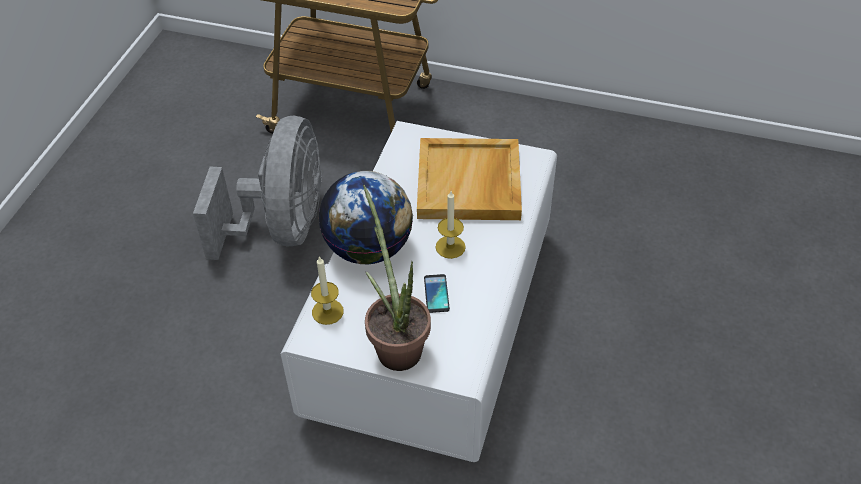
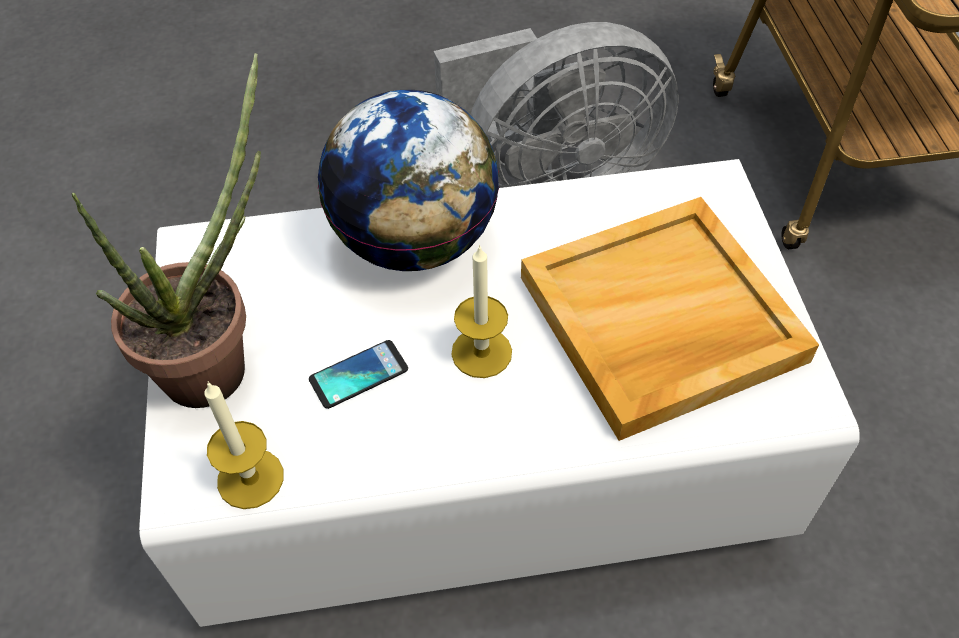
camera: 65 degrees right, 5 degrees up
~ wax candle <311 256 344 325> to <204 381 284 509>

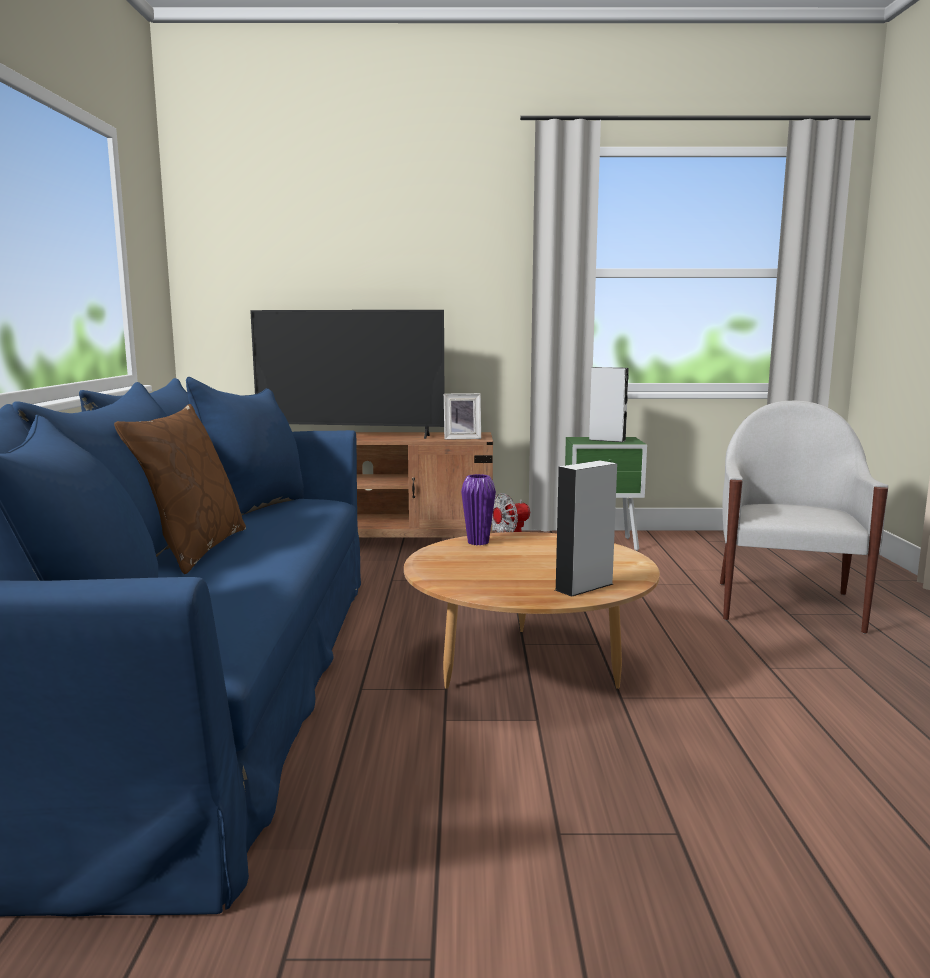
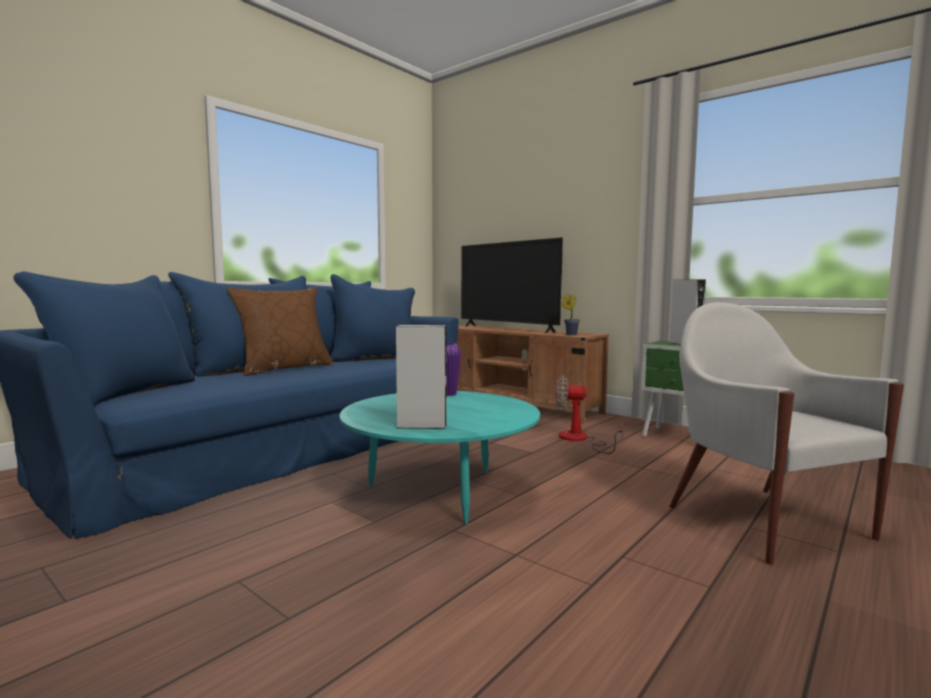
camera: 40 degrees right, 5 degrees down
~ brown-coloured coffee table <404 532 660 689> to blue-green coffee table <339 391 540 525>
~ standing frame <444 393 481 440> to plant in a pot <561 293 580 335>
~ white armchair <720 401 888 634> = <669 302 904 565> 75 degrees counterclockwise

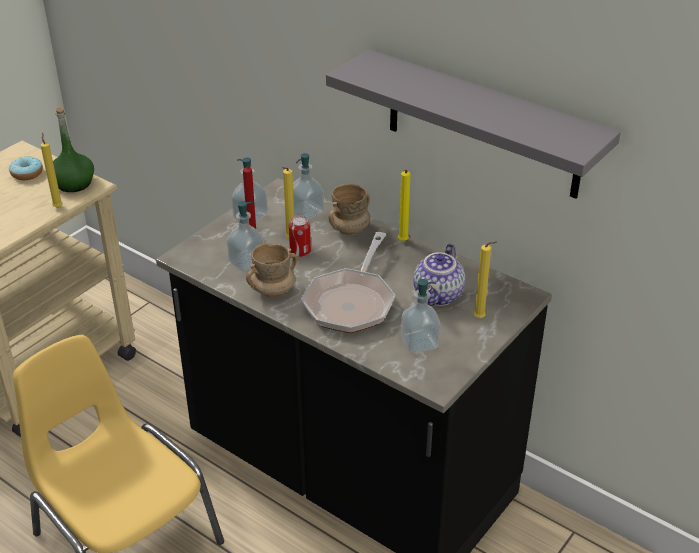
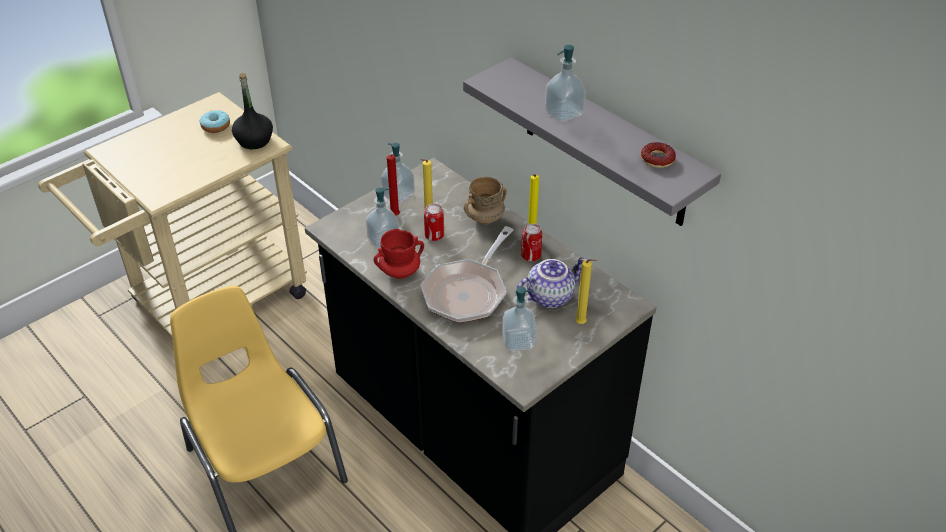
camera: 10 degrees right, 5 degrees up
~ green drink bottle <53 107 94 192> to blackish drink bottle <232 73 273 149>
~ beige coffee mug <246 243 297 298> to red-coloured coffee mug <374 229 424 279>
~ tea pot <413 244 465 306> = <515 258 587 308> 150 degrees counterclockwise
+ metal can <521 223 542 261>
~ soap dispenser <293 153 324 220> to <545 45 586 122>
+ ring doughnut <641 142 676 168>
- yellow wax candle <40 133 63 208>

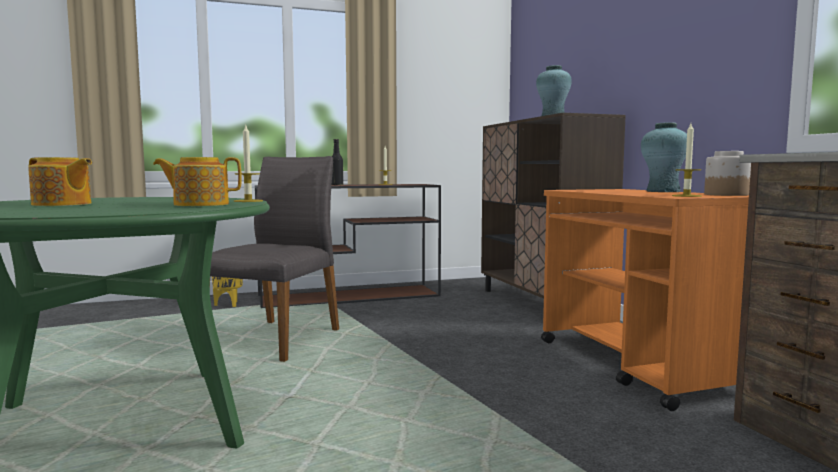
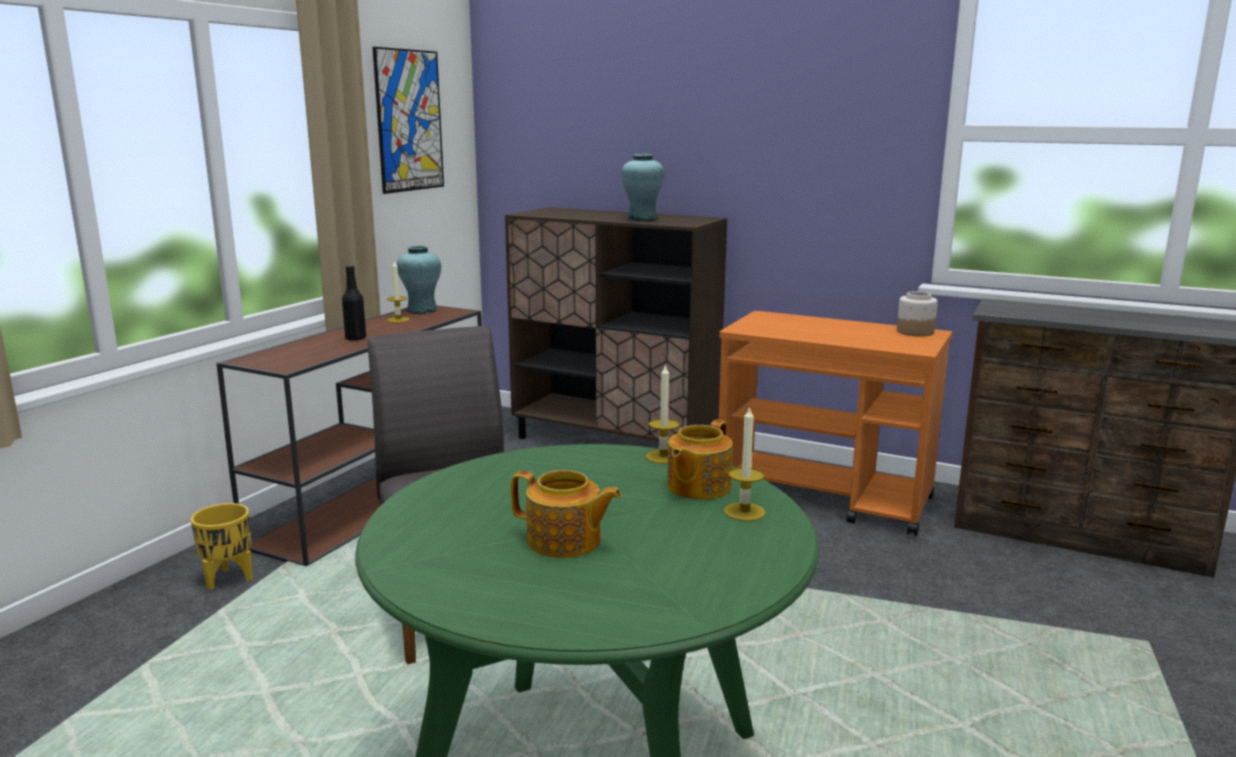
camera: 45 degrees left, 10 degrees up
+ wall picture <373 47 444 194>
~ blue-green vase <641 122 687 192> to <397 246 441 314>
~ tea pot <28 157 92 206> = <511 470 622 558> 45 degrees clockwise
~ wax candle <672 124 702 197> to <724 405 766 521>

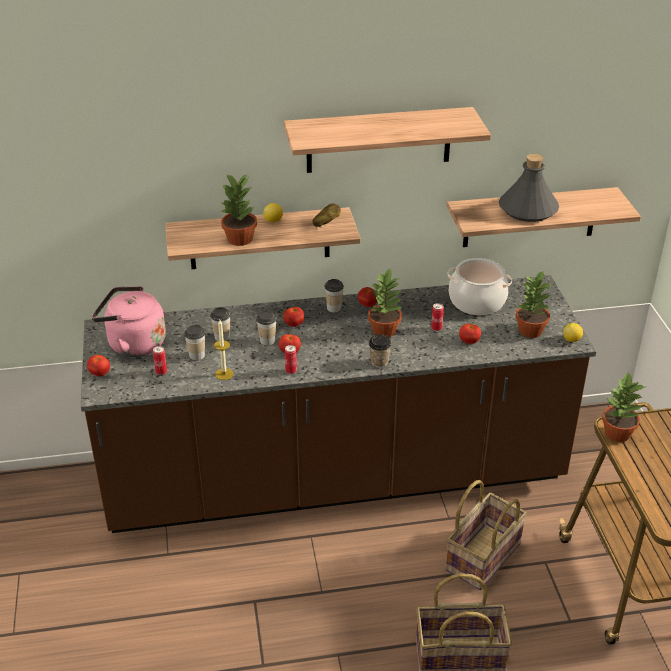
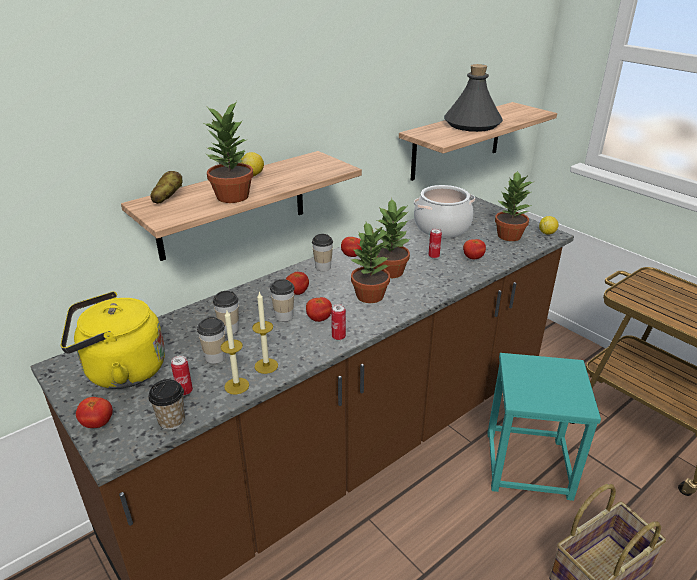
camera: 30 degrees left, 5 degrees down
~ pink tea kettle <92 286 166 357> to yellow tea kettle <61 291 165 389>
~ drinking cup <369 334 392 368> to <148 379 185 430>
~ potato <313 204 341 227> to <151 171 182 204>
+ wax candle <221 311 249 395>
~ plant in a pot <602 371 645 442> to <350 222 390 303>
~ storage basket <445 480 527 590> to blue-green stool <488 353 601 501>
- bracket shelf <284 107 491 173>

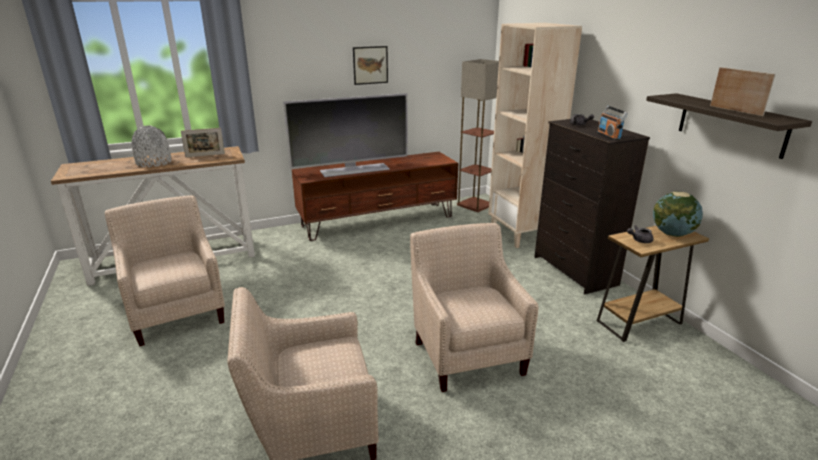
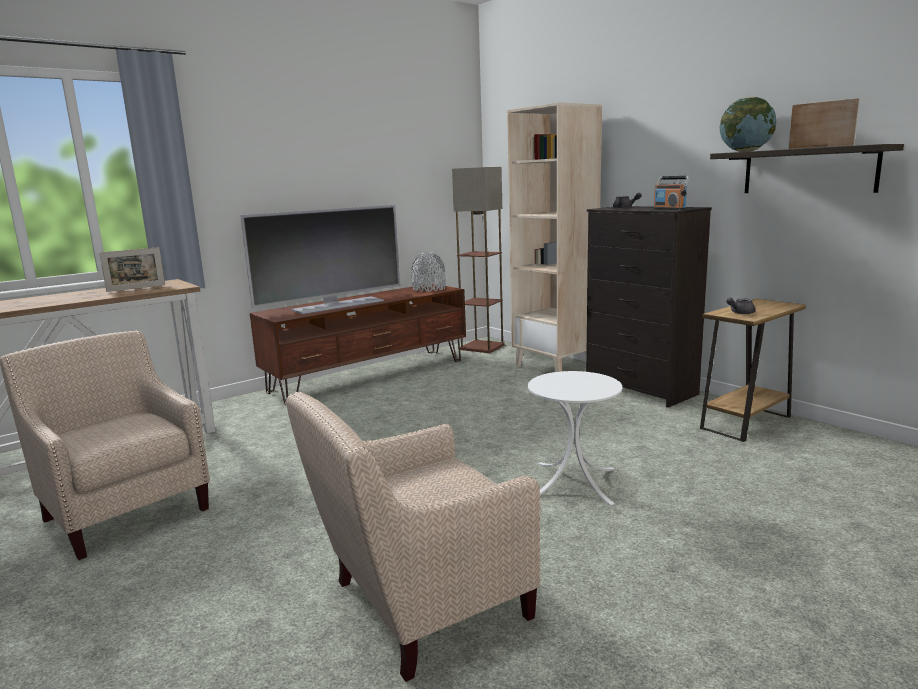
camera: 15 degrees left, 10 degrees down
~ grey vase <131 126 171 167> to <412 252 445 292>
~ beige armchair <410 223 538 392> to white side table <528 371 622 505>
~ world globe <653 192 703 237> to <720 97 776 152>
- wall picture <353 46 388 85>

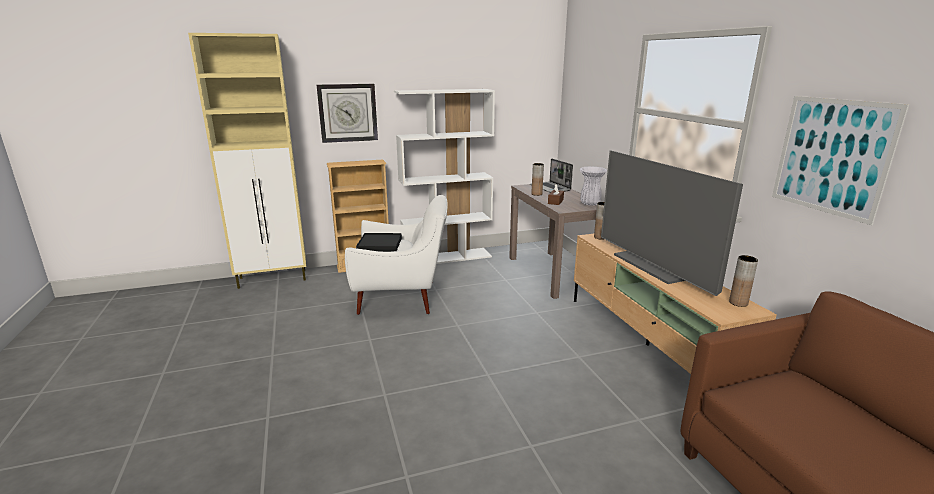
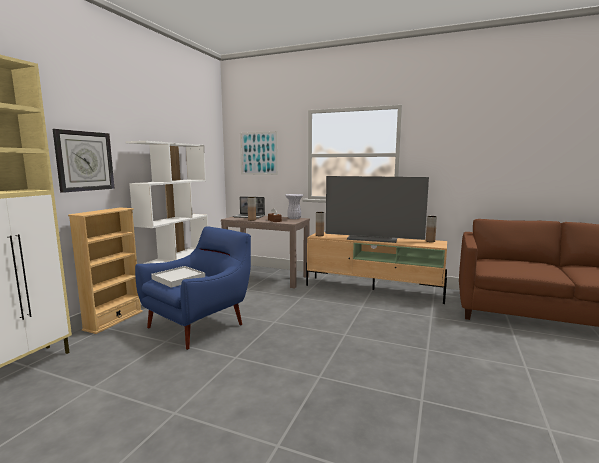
camera: 50 degrees left, 10 degrees down
~ white armchair <345 195 448 315> to blue-coloured armchair <135 226 251 350>
~ blackish serving tray <356 233 402 252> to white serving tray <151 266 205 288>
~ wall picture <772 96 909 225> to <240 131 278 175>

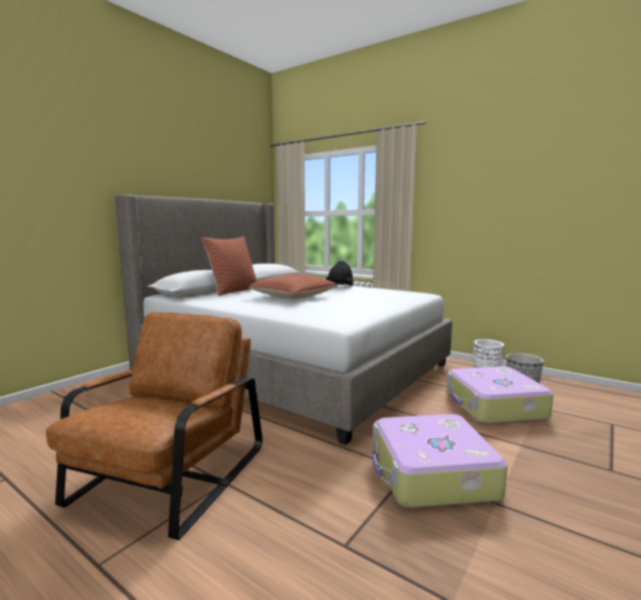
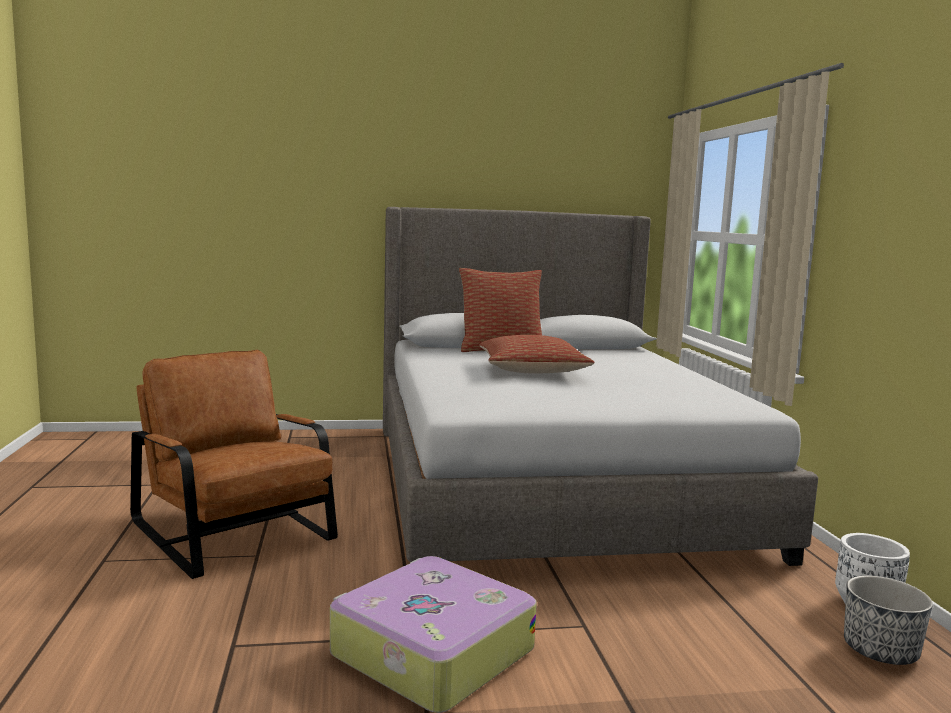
camera: 45 degrees right, 0 degrees up
~ brown-coloured armchair <46 312 262 540> = <130 350 338 579> 105 degrees counterclockwise
- blackish hat <326 260 353 286>
- travel case <447 366 554 424>

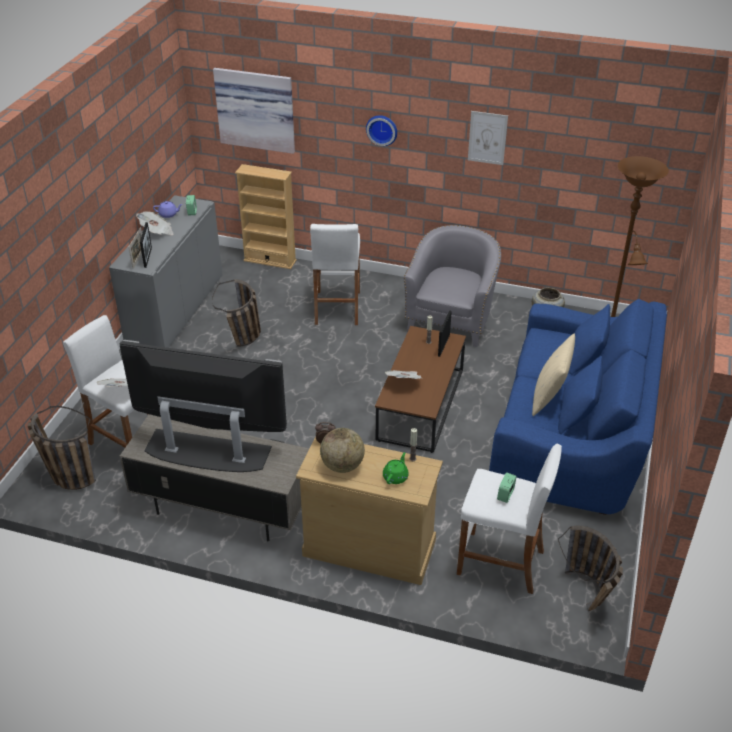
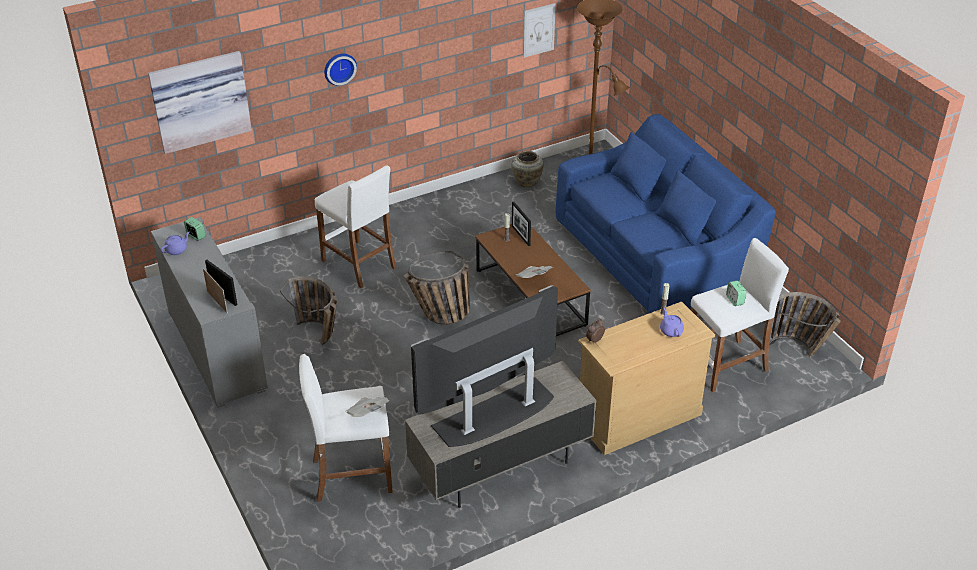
camera: 45 degrees left, 0 degrees up
~ storage basket <27 406 96 490> to <404 251 470 325>
~ wall picture <468 111 508 165> to <523 3 556 58>
~ green tea pot <383 452 409 484> to purple tea pot <660 308 684 337>
- daily paper <136 211 174 235>
- beige bookshelf <235 164 297 269>
- world globe <320 428 365 473>
- grey armchair <403 225 501 347>
- beige throw pillow <532 333 575 416>

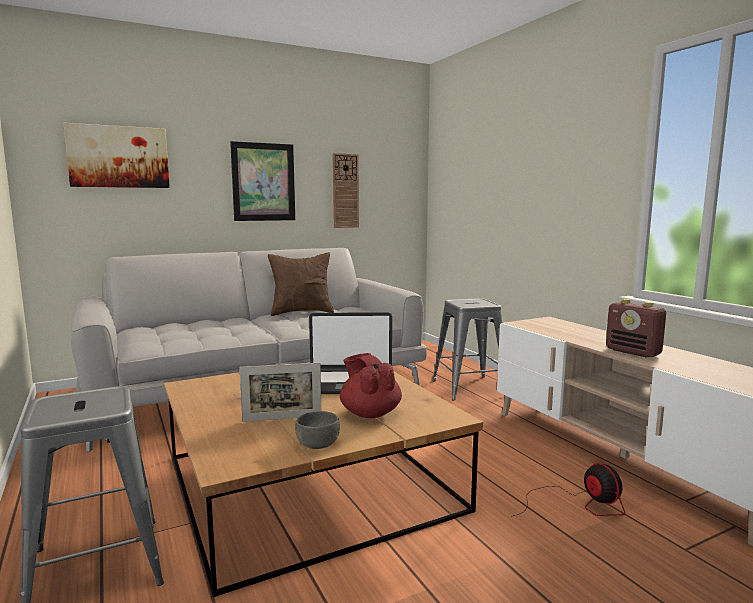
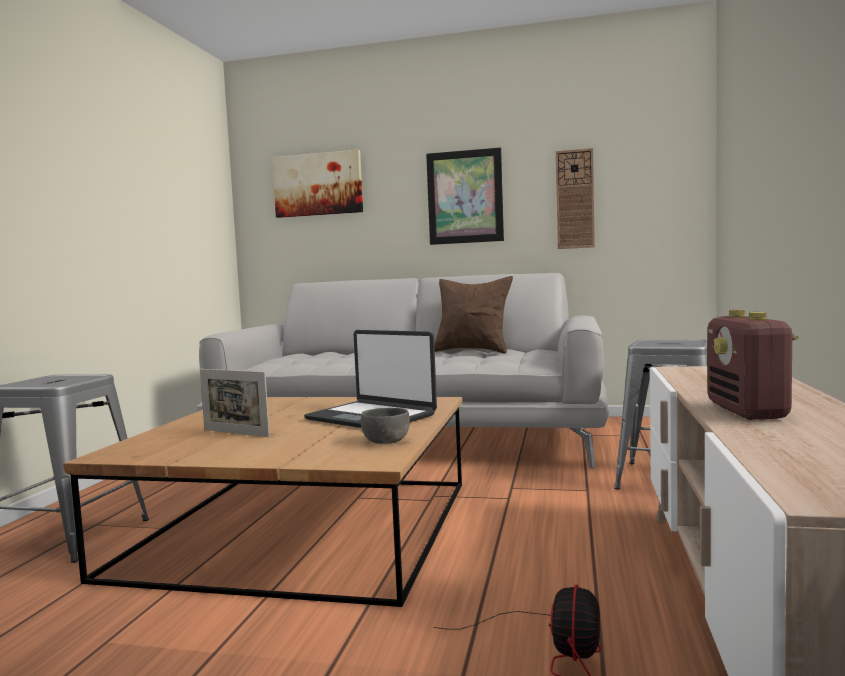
camera: 40 degrees right, 5 degrees down
~ grey serving bowl <295 411 340 449> to <361 408 410 444>
- red-coloured tea pot <340 353 402 418>

